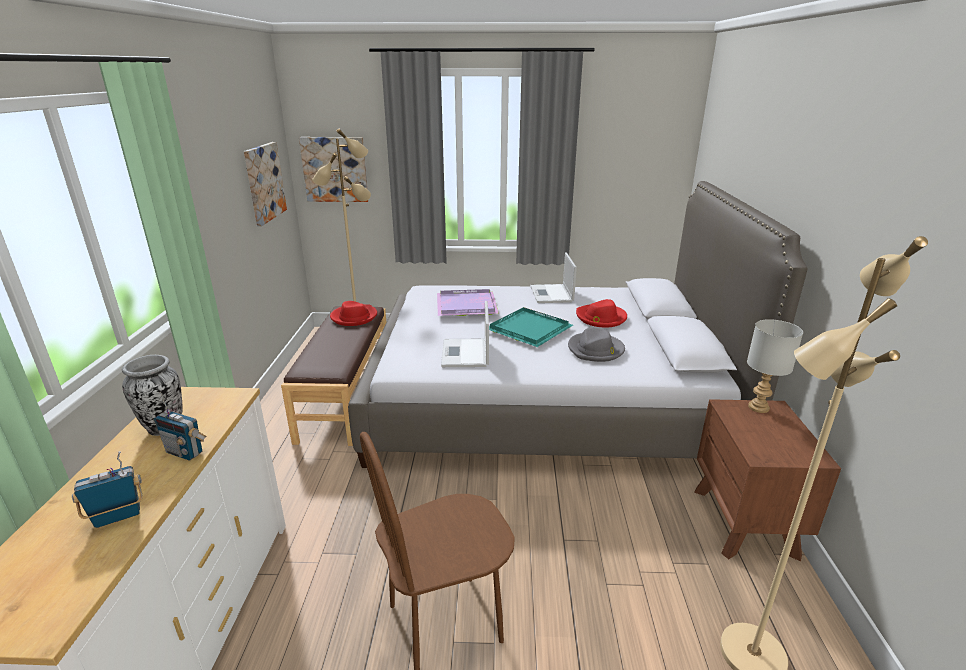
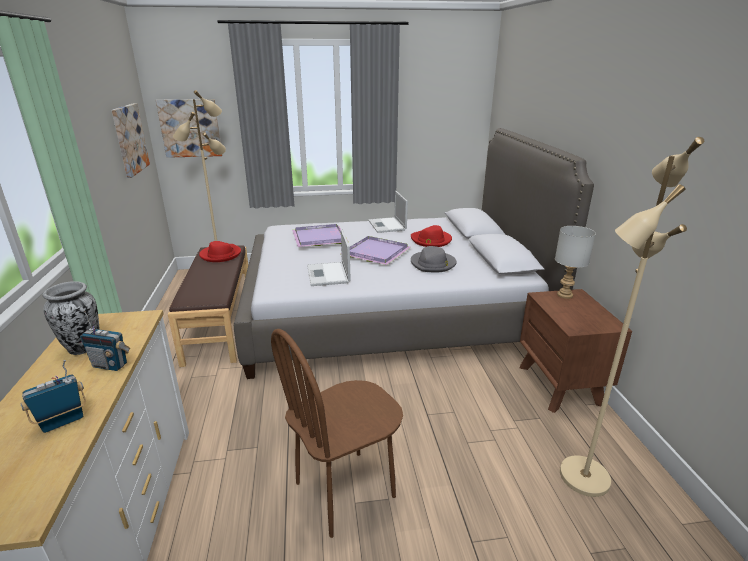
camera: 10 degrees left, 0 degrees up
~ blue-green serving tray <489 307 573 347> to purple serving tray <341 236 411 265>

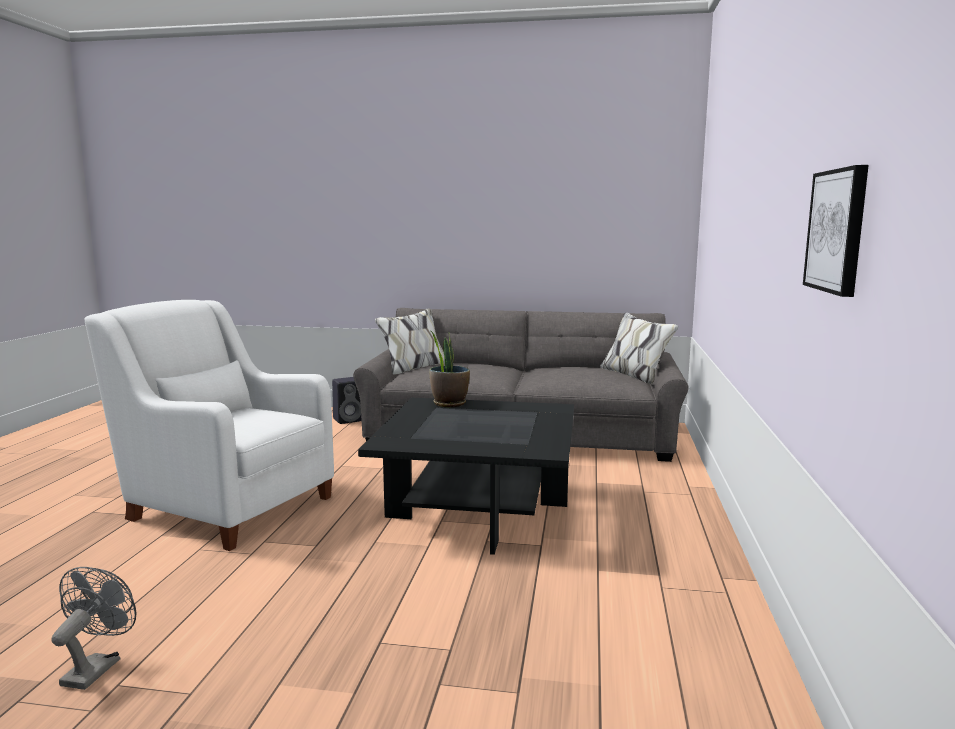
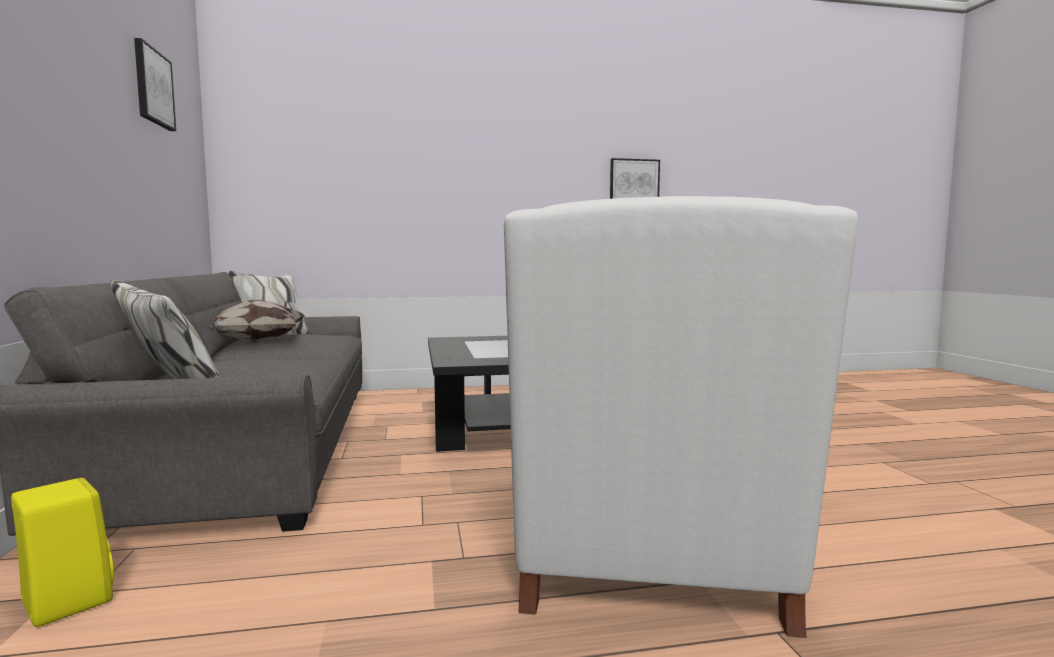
camera: 110 degrees left, 5 degrees down
~ blackish audio speaker <332 377 362 424> to yellow audio speaker <11 478 114 627>
+ wall picture <134 38 176 131>
+ throw pillow <208 299 305 342>
- grey fan <51 567 137 690>
- plant in a pot <430 331 470 407>

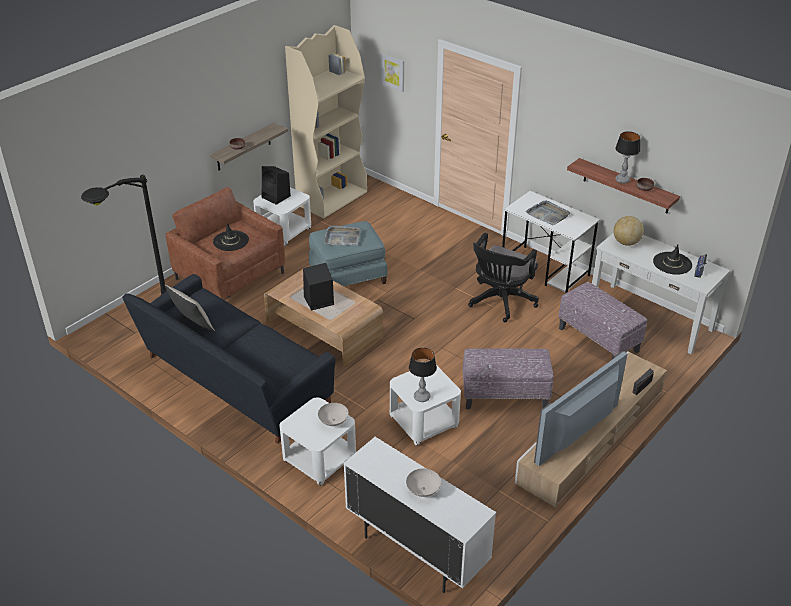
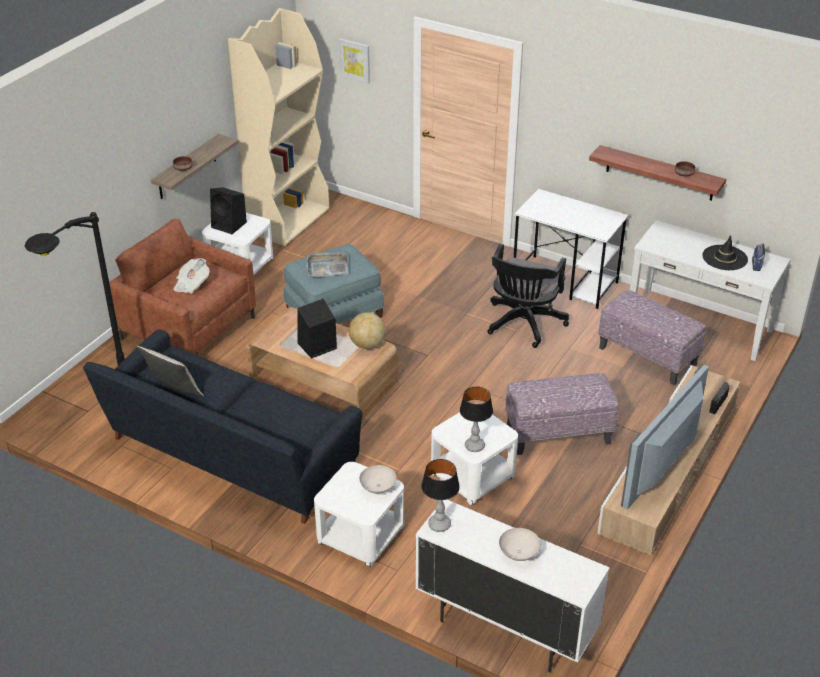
camera: 10 degrees left, 0 degrees up
~ blackish hat <213 223 249 251> to daily paper <173 258 210 294>
~ world globe <613 216 644 246> to <349 312 385 349>
~ lamp for a table <615 131 640 184> to <421 459 460 532>
- grey serving tray <526 200 570 225>

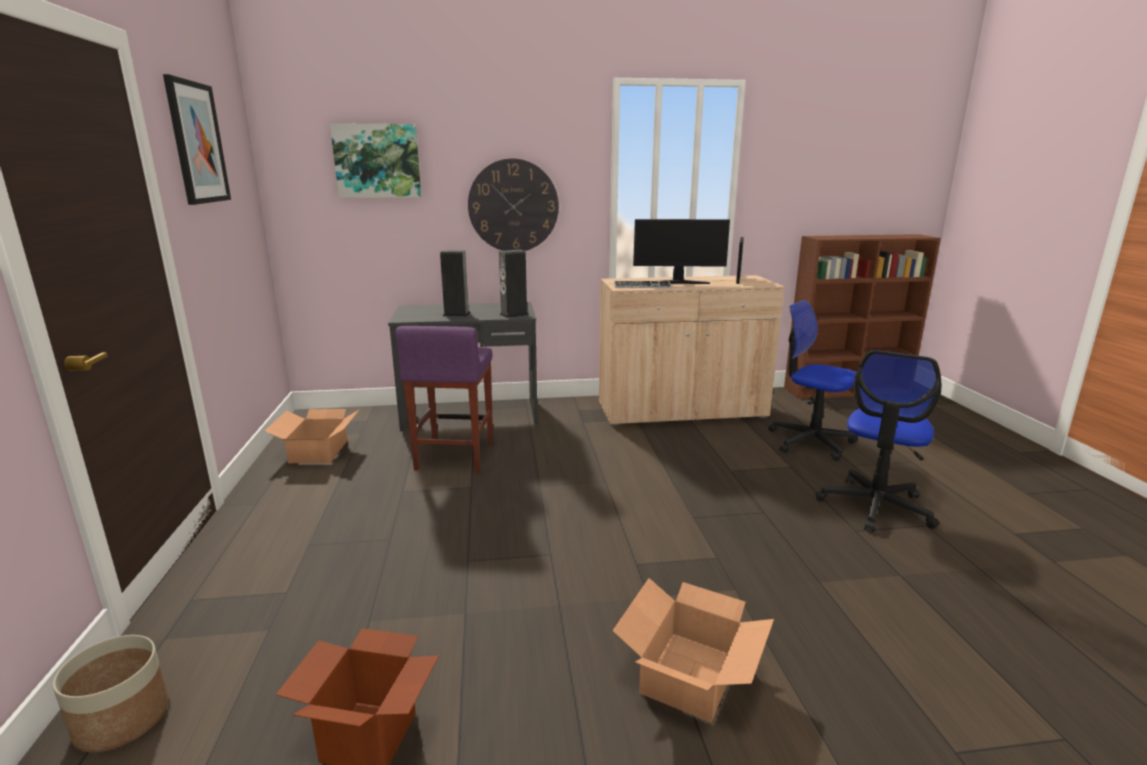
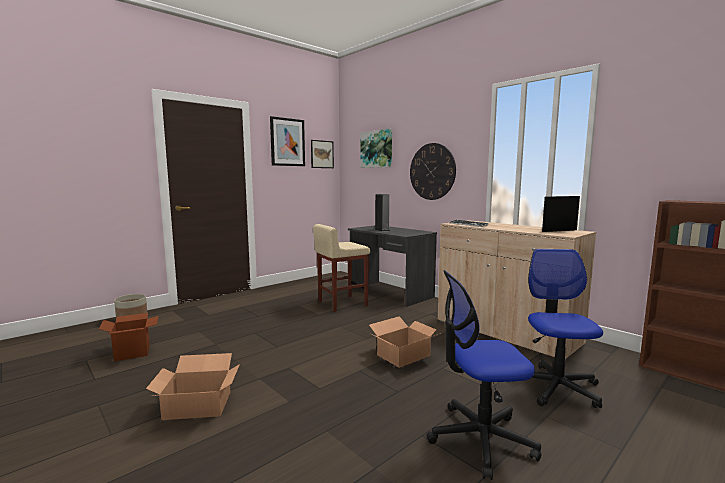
camera: 55 degrees right, 10 degrees down
+ wall picture <311 140 334 168>
~ purple stool <395 326 493 473> to beige stool <313 224 370 312>
~ cardboard box <265 409 360 463> to <369 316 441 368>
- audio speaker <499 250 529 318>
- computer display <633 219 730 284>

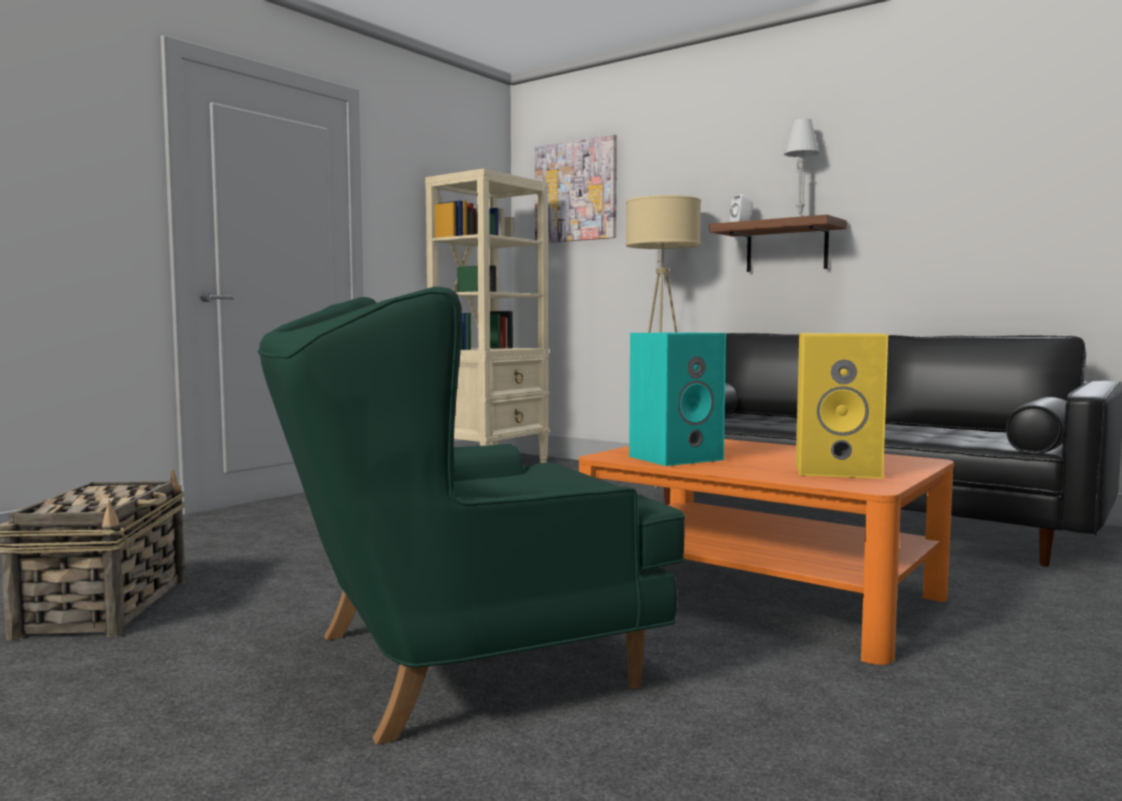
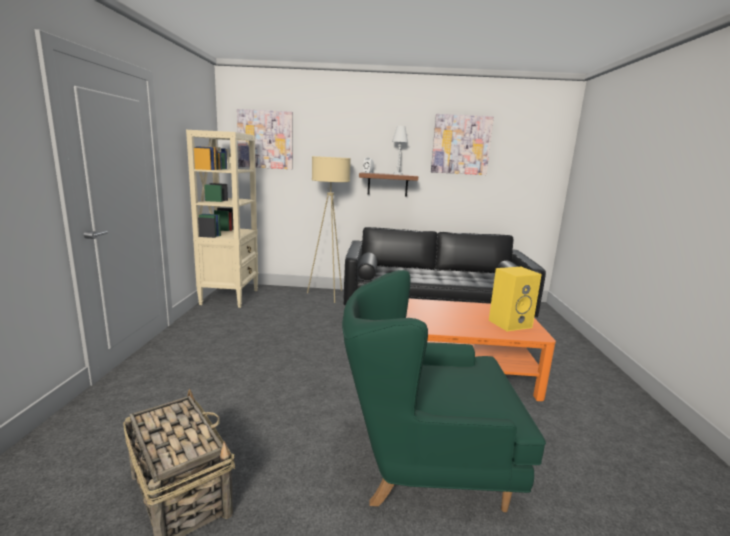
camera: 35 degrees left, 10 degrees up
~ green armchair <257 287 686 745> = <342 270 546 512> 60 degrees clockwise
+ wall picture <431 114 494 175>
- blue-green audio speaker <629 332 726 466>

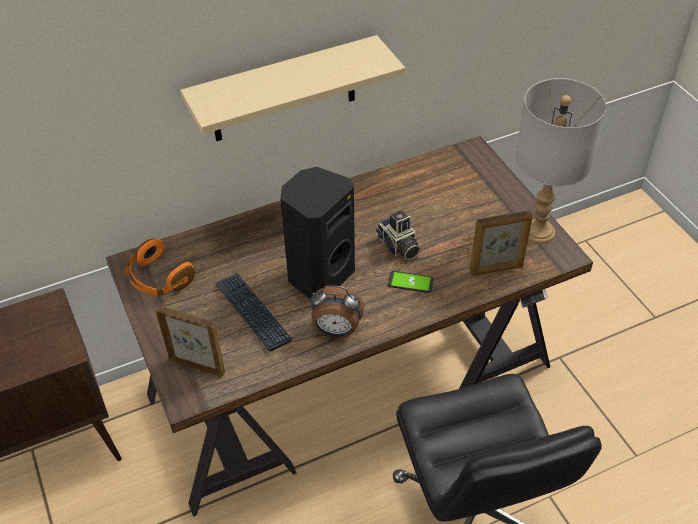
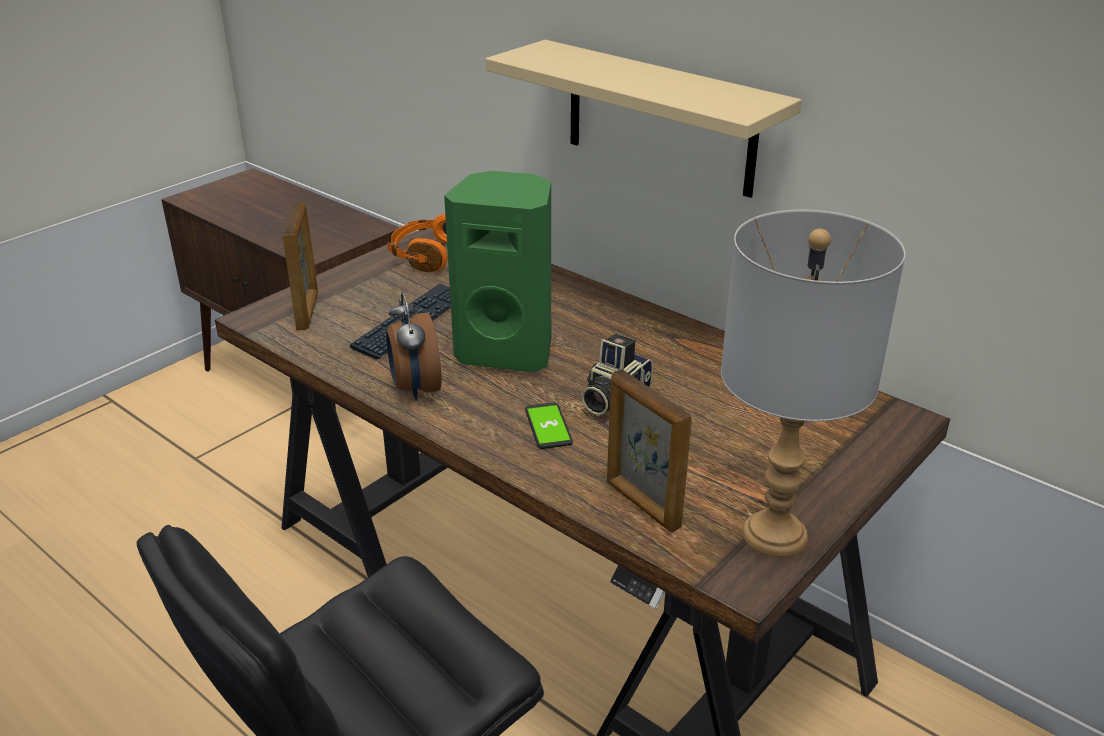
camera: 65 degrees right, 15 degrees down
~ blackish audio speaker <280 167 355 299> to green audio speaker <444 171 551 373>

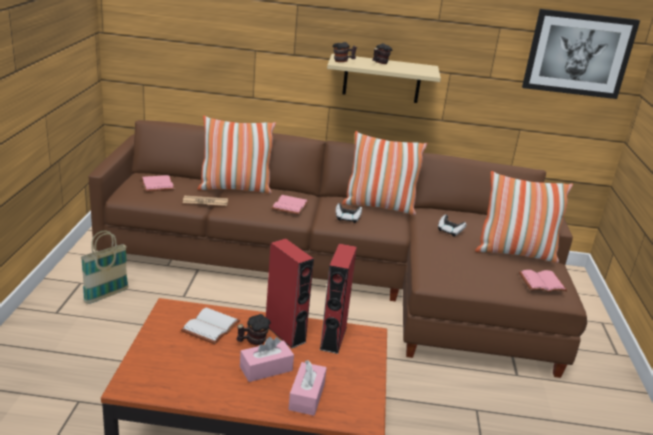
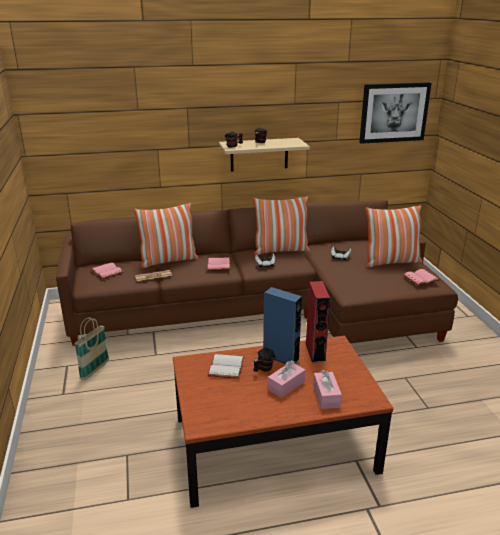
camera: 15 degrees left, 0 degrees up
~ red-coloured audio speaker <266 238 314 348> to blue-coloured audio speaker <263 287 302 364>

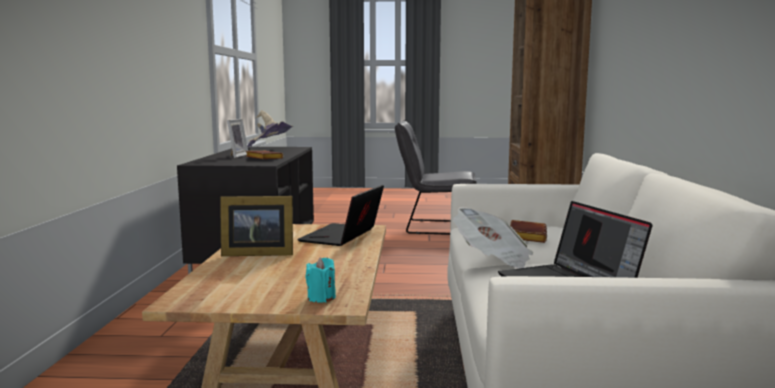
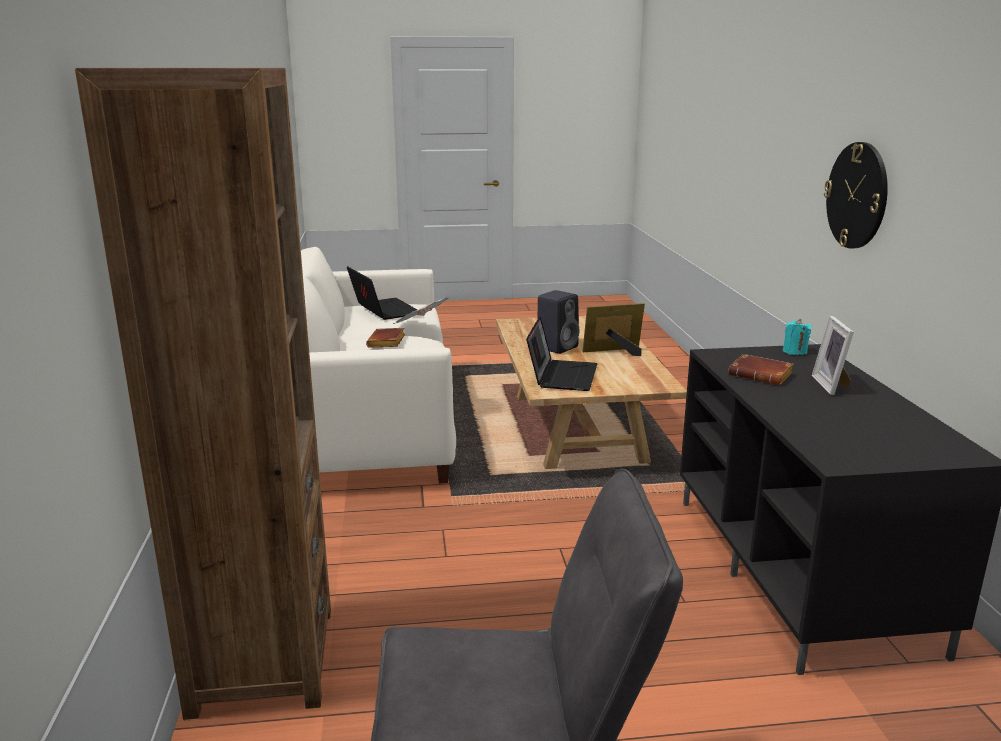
camera: 170 degrees right, 10 degrees up
+ blackish audio speaker <537 290 579 354>
~ blue-green wax candle <305 258 336 303> to <783 319 811 355>
+ hanging clock <824 142 888 248>
- beige hat <247 110 293 148>

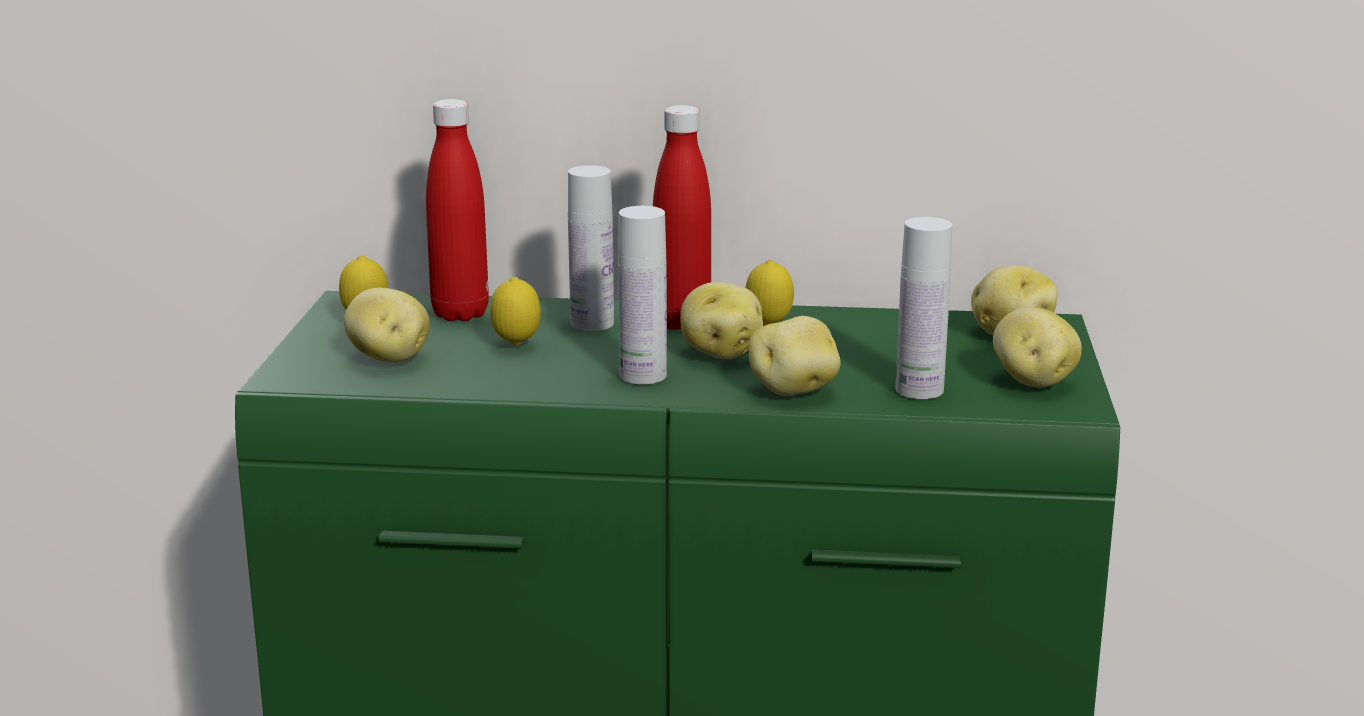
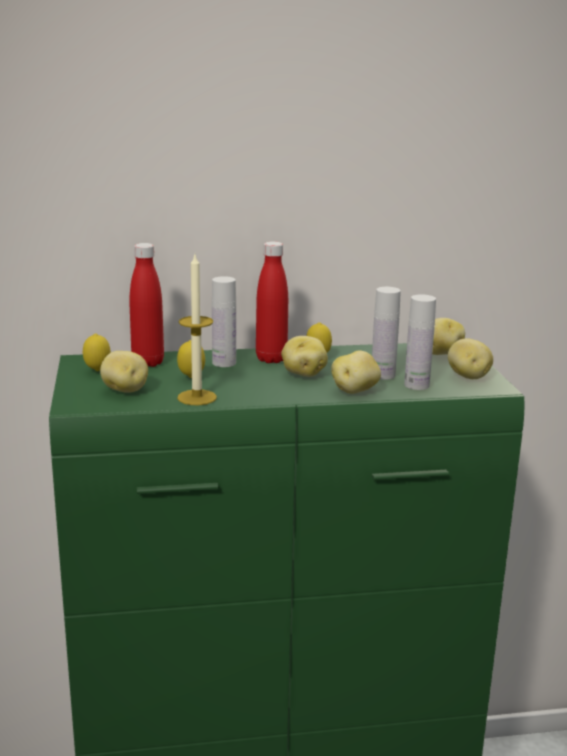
camera: 15 degrees left, 0 degrees up
+ wax candle <177 255 217 405>
~ white drink bottle <618 206 667 384> to <372 287 401 380>

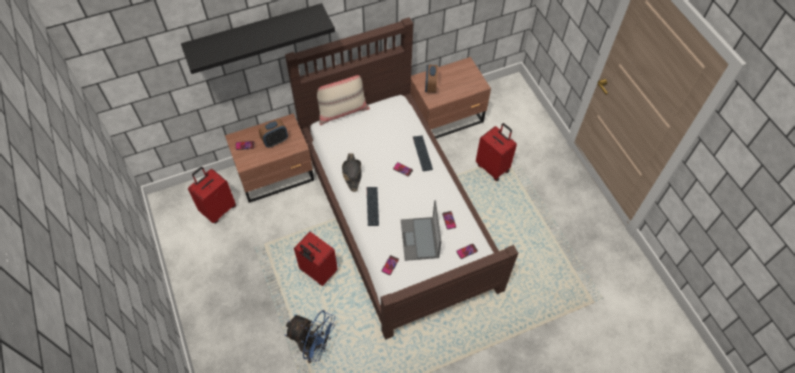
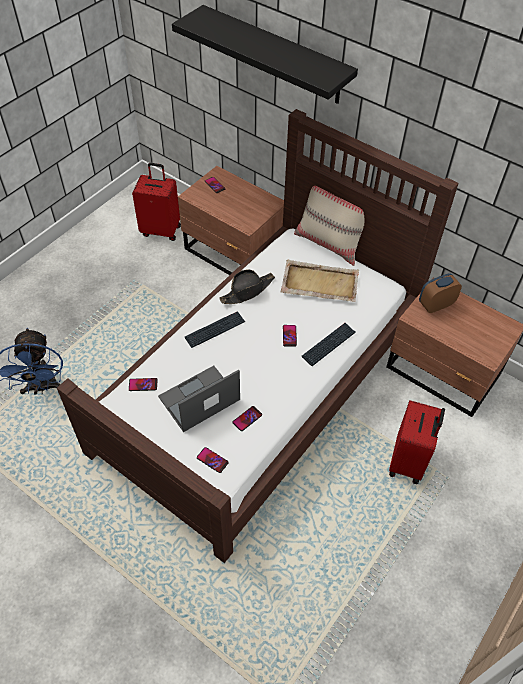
camera: 60 degrees right, 5 degrees down
+ beige serving tray <280 260 359 302>
- bedside clock <259 119 288 148>
- red-coloured travel case <294 232 338 286>

